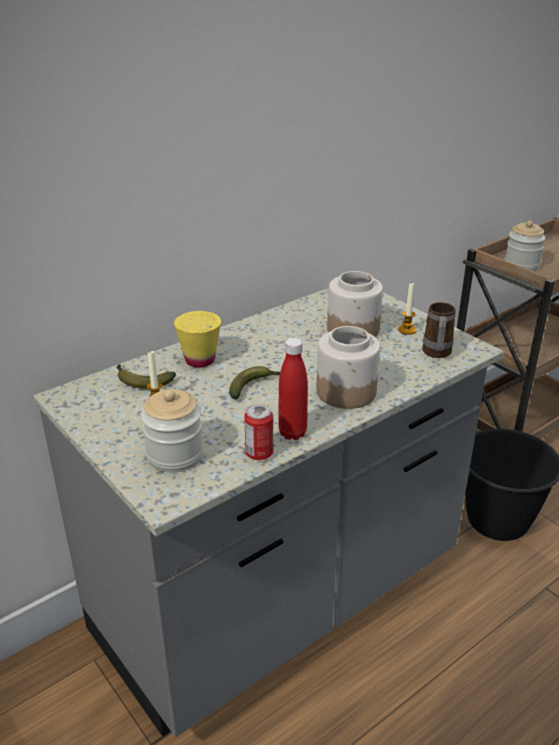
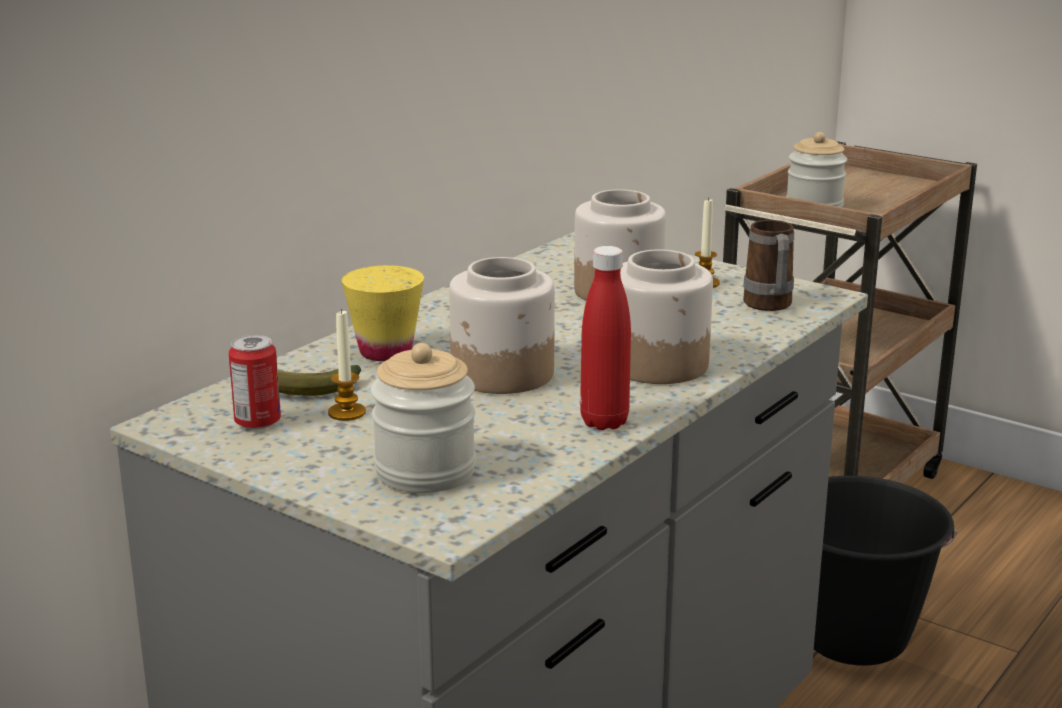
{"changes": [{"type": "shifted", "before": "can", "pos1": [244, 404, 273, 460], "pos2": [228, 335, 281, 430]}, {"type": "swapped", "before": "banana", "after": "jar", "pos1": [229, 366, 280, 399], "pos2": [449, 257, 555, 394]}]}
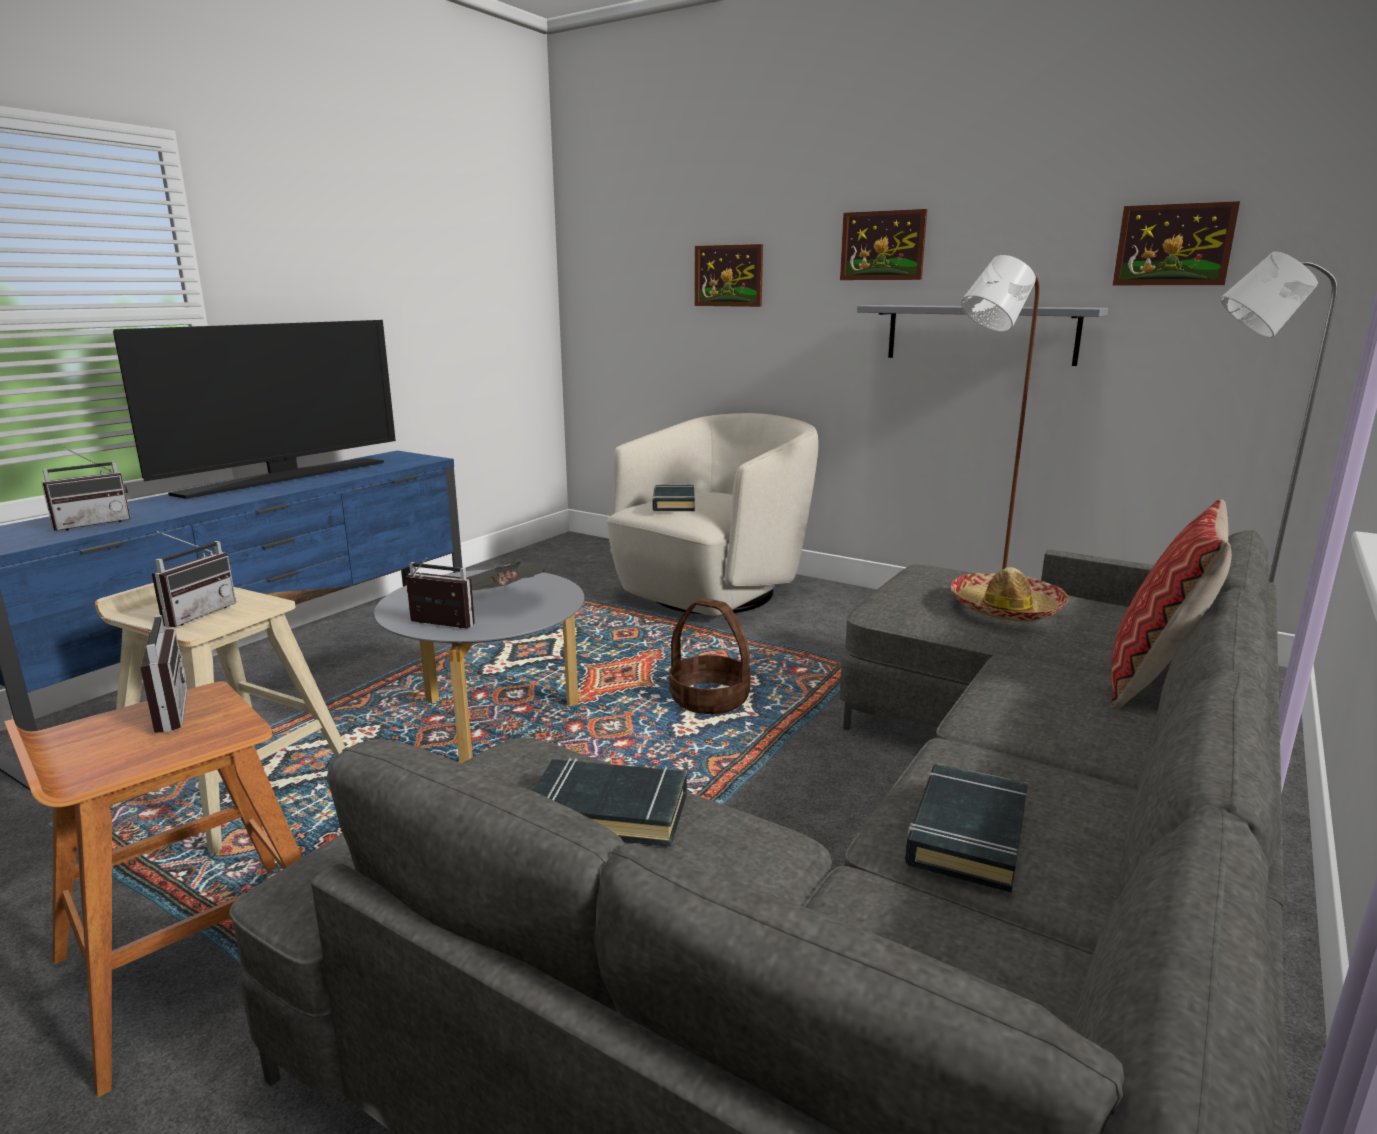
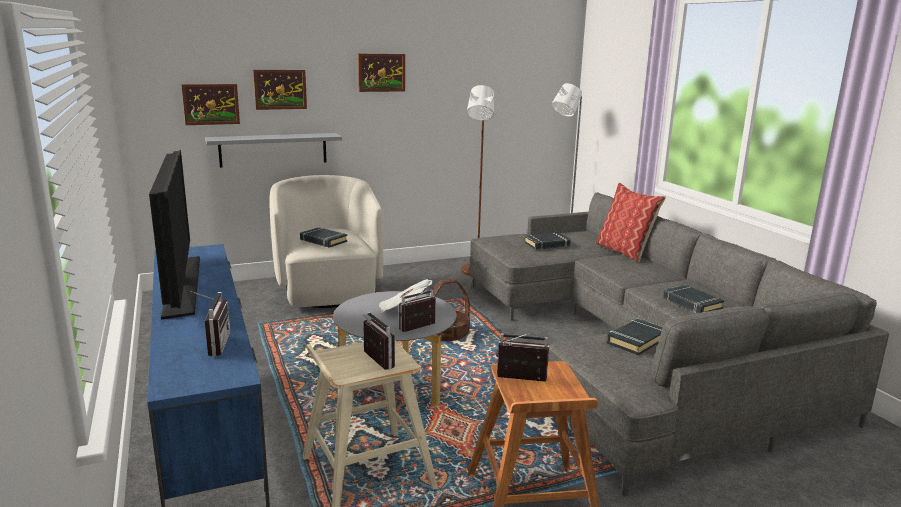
{"changes": [{"type": "shifted", "before": "picture", "pos1": [1113, 201, 1240, 285], "pos2": [181, 84, 240, 125]}, {"type": "shifted", "before": "shelf (grey)", "pos1": [857, 305, 1108, 366], "pos2": [205, 133, 342, 168]}, {"type": "swapped", "before": "hat", "after": "book (black)", "pos1": [951, 567, 1068, 621], "pos2": [524, 233, 571, 250]}]}
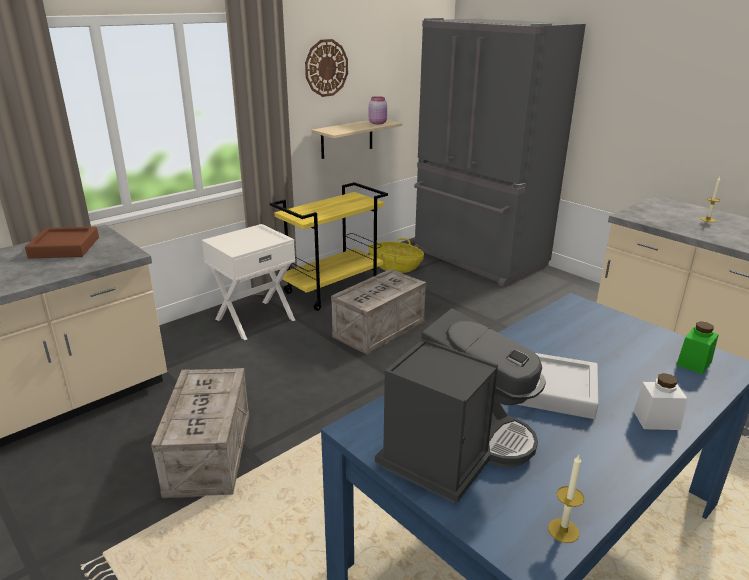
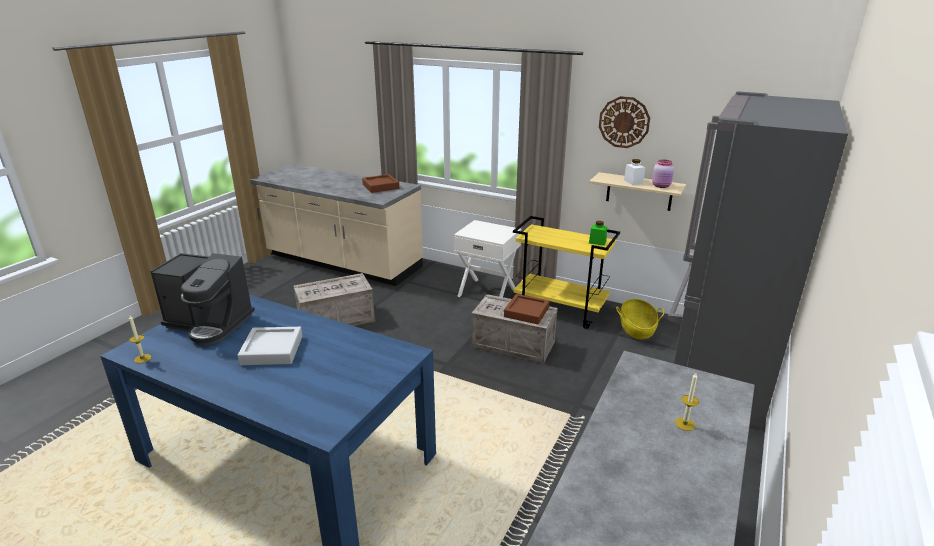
{"changes": [{"type": "new", "after": "tray (brown)", "pos2": [504, 294, 549, 324]}, {"type": "shifted", "before": "jar (green)", "pos1": [676, 321, 719, 375], "pos2": [589, 221, 607, 246]}, {"type": "shifted", "before": "jar (white)", "pos1": [634, 373, 688, 430], "pos2": [624, 159, 645, 185]}]}
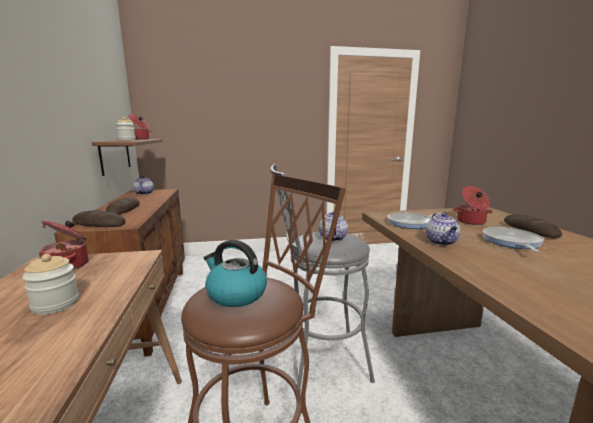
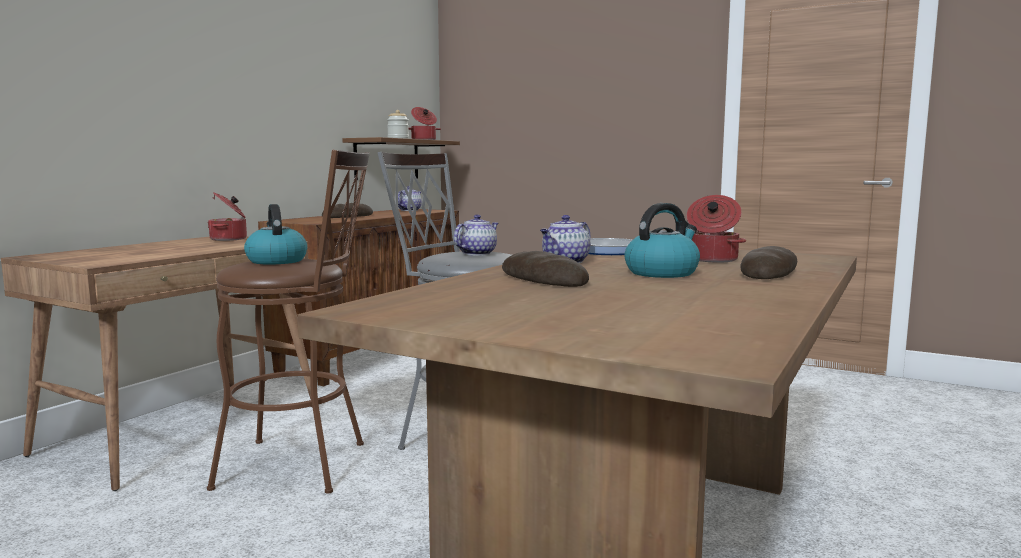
{"changes": [{"type": "shifted", "before": "bread", "pos1": [72, 210, 126, 227], "pos2": [502, 251, 589, 287]}, {"type": "swapped", "before": "frying pan", "after": "kettle", "pos1": [483, 227, 544, 252], "pos2": [624, 203, 700, 278]}, {"type": "gone", "before": "jar", "pos1": [22, 254, 79, 315]}]}
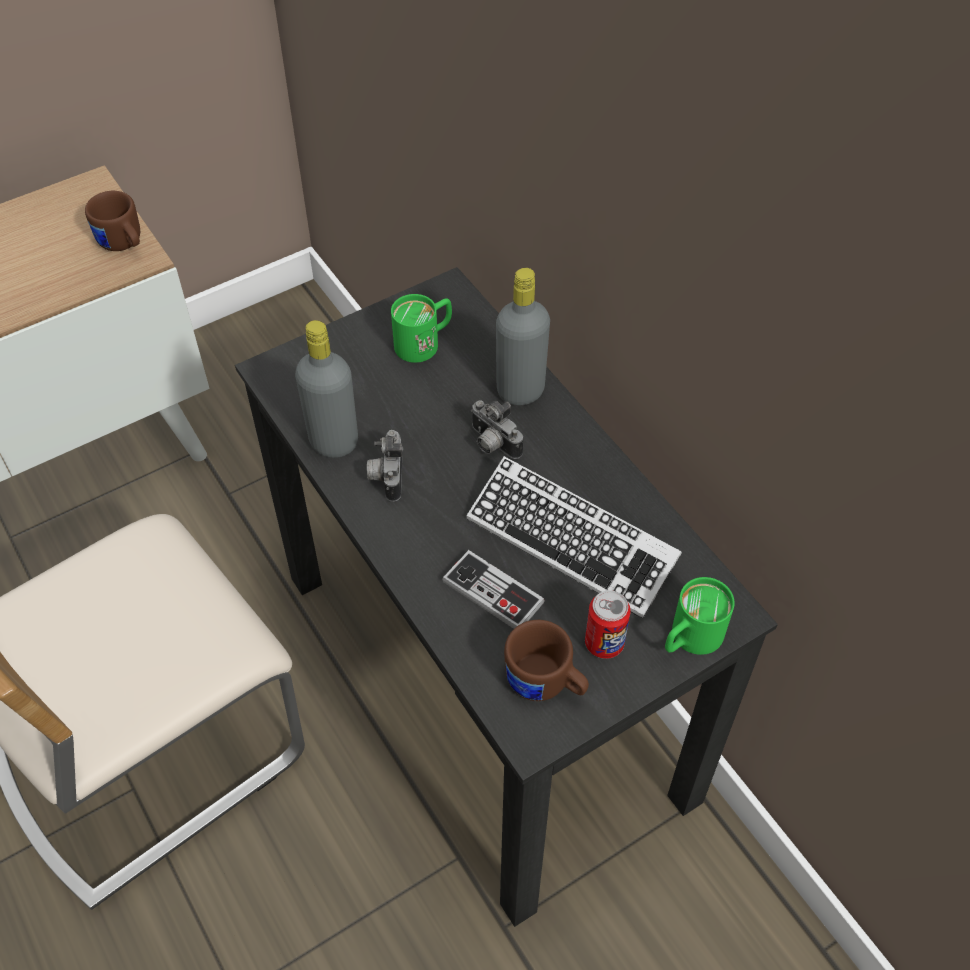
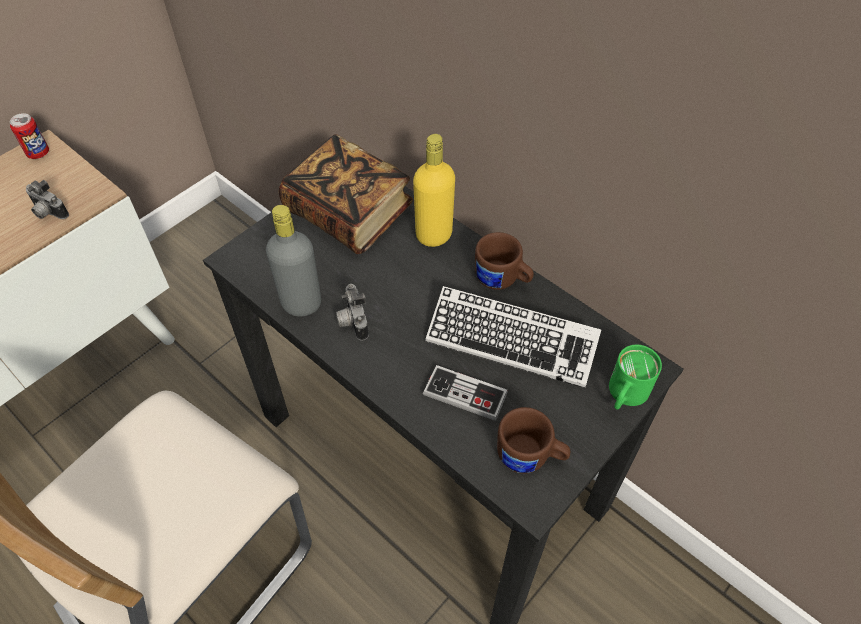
{"changes": [{"type": "shifted", "before": "can", "pos1": [585, 590, 631, 659], "pos2": [10, 113, 49, 159]}, {"type": "shifted", "before": "photo camera", "pos1": [471, 400, 523, 459], "pos2": [26, 180, 69, 219]}, {"type": "swapped", "before": "mug (green)", "after": "book", "pos1": [391, 294, 452, 363], "pos2": [279, 134, 413, 254]}, {"type": "repainted", "before": "bottle (grey)", "after": "bottle (yellow)", "pos1": [496, 268, 550, 405], "pos2": [413, 134, 455, 247]}, {"type": "shifted", "before": "mug (brown)", "pos1": [85, 191, 140, 251], "pos2": [475, 232, 534, 290]}]}
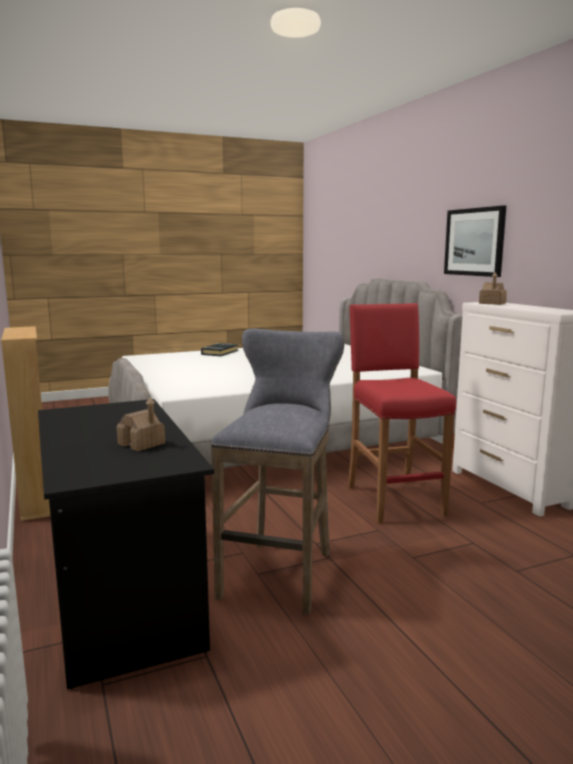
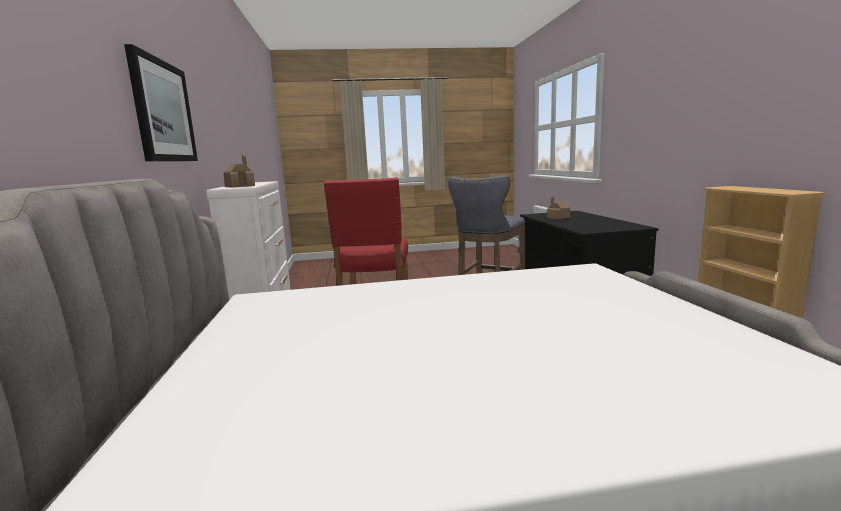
{"changes": [{"type": "gone", "before": "book (black)", "pos1": [201, 343, 238, 356]}]}
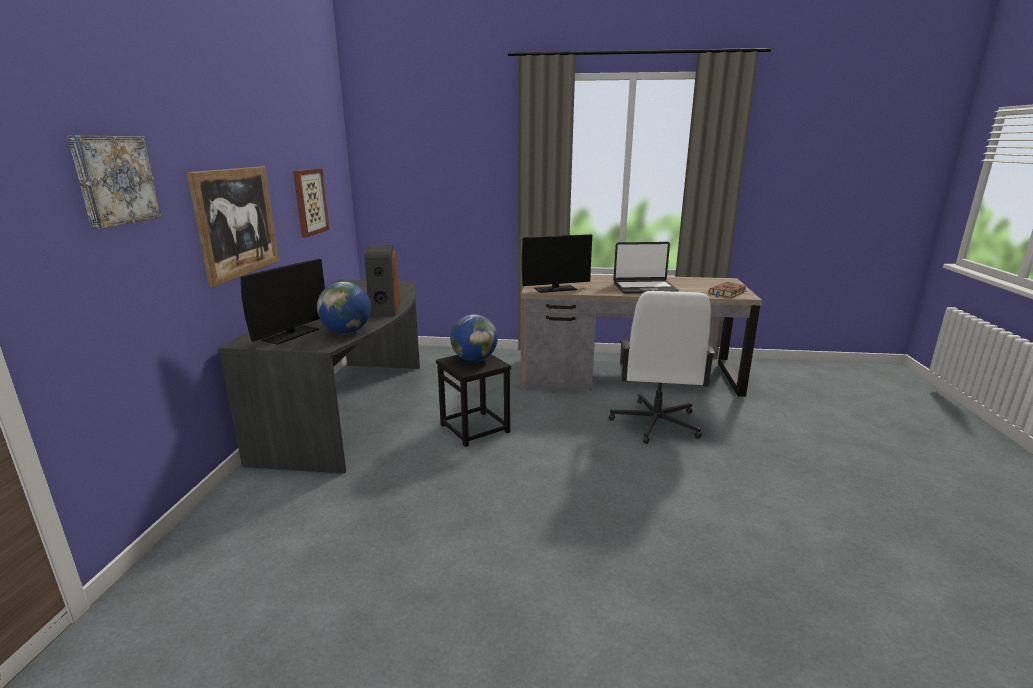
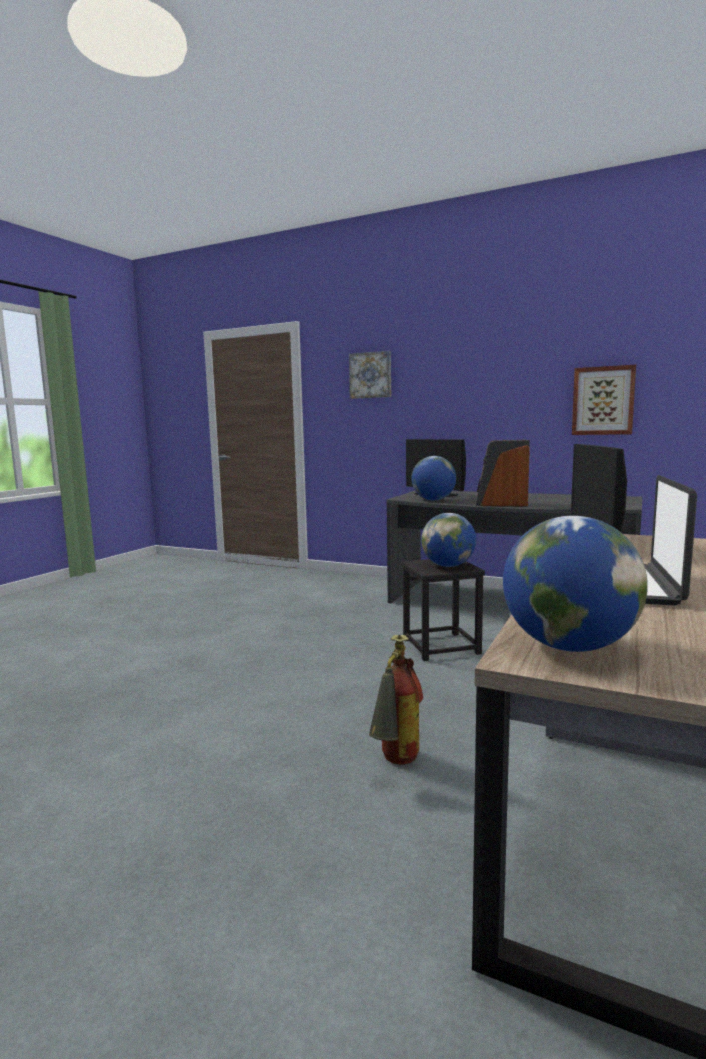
{"changes": [{"type": "swapped", "before": "office chair (white)", "after": "fire extinguisher", "pos1": [609, 291, 715, 444], "pos2": [369, 635, 423, 765]}, {"type": "swapped", "before": "book (brown)", "after": "globe", "pos1": [709, 282, 747, 298], "pos2": [503, 516, 648, 652]}, {"type": "gone", "before": "picture", "pos1": [187, 166, 279, 287]}]}
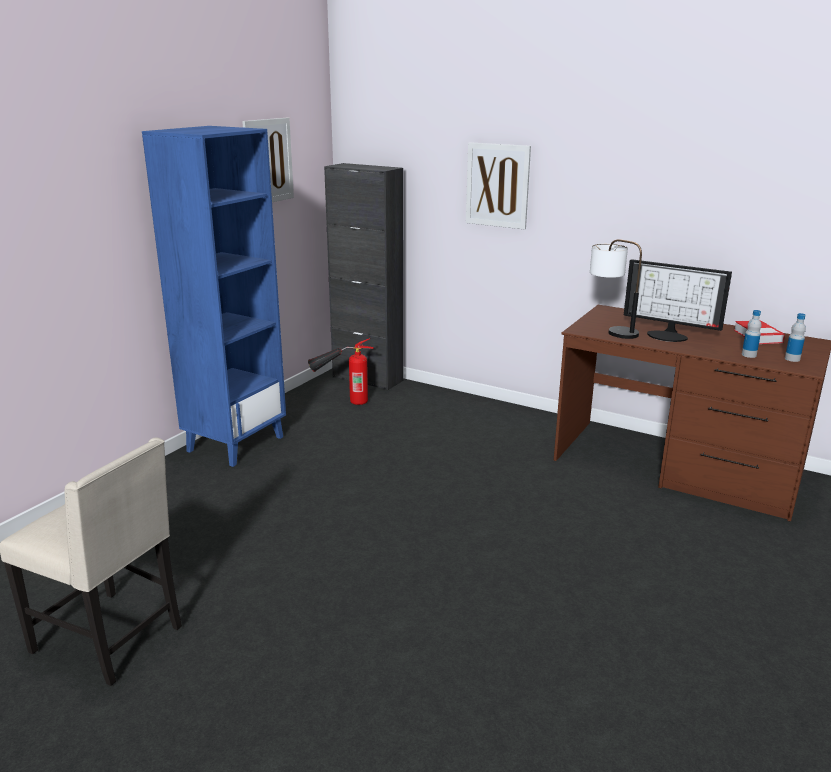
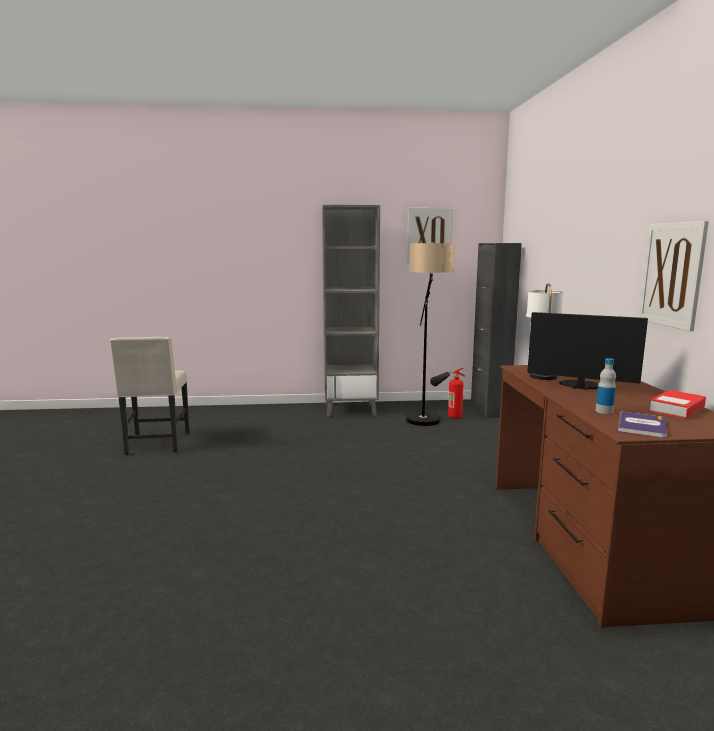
{"changes": [{"type": "repainted", "before": "bookcase (blue)", "after": "bookcase (grey)", "pos1": [142, 126, 286, 467], "pos2": [322, 205, 380, 417]}, {"type": "new", "after": "floor lamp", "pos2": [406, 242, 455, 426]}, {"type": "rotated", "before": "monitor", "pos1": [624, 259, 732, 342], "pos2": [527, 312, 648, 390], "turn": 120}, {"type": "swapped", "before": "bottle", "after": "book", "pos1": [785, 313, 806, 362], "pos2": [618, 411, 667, 437]}, {"type": "shifted", "before": "picture", "pos1": [466, 142, 531, 230], "pos2": [638, 221, 709, 331]}]}
